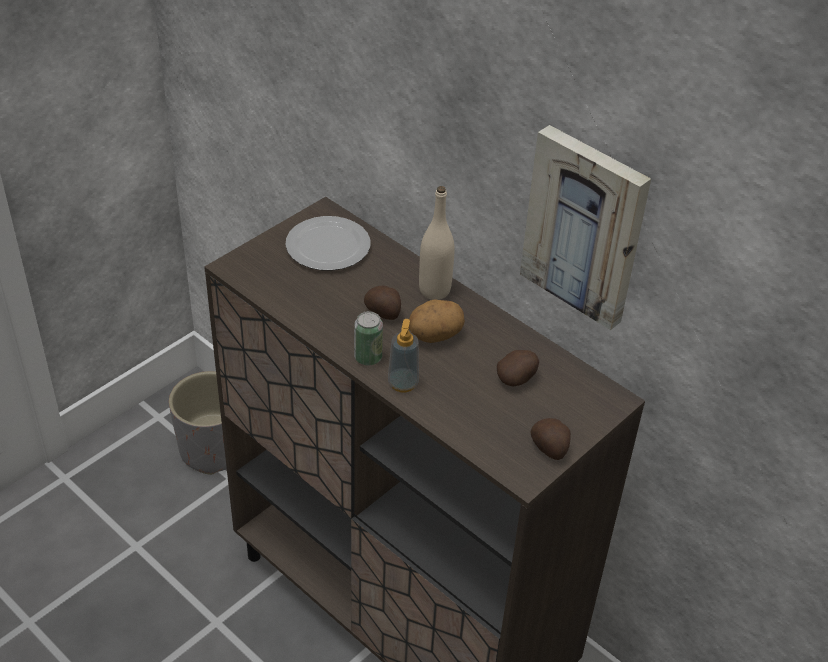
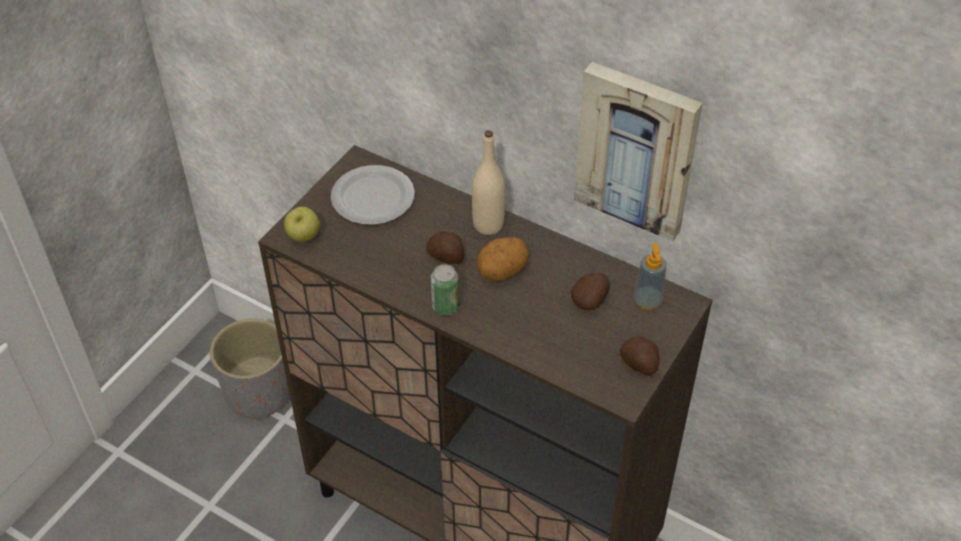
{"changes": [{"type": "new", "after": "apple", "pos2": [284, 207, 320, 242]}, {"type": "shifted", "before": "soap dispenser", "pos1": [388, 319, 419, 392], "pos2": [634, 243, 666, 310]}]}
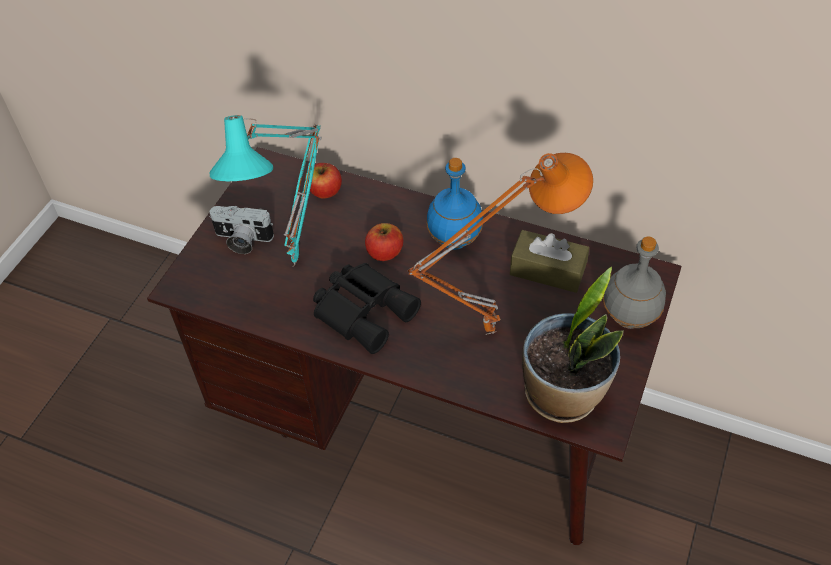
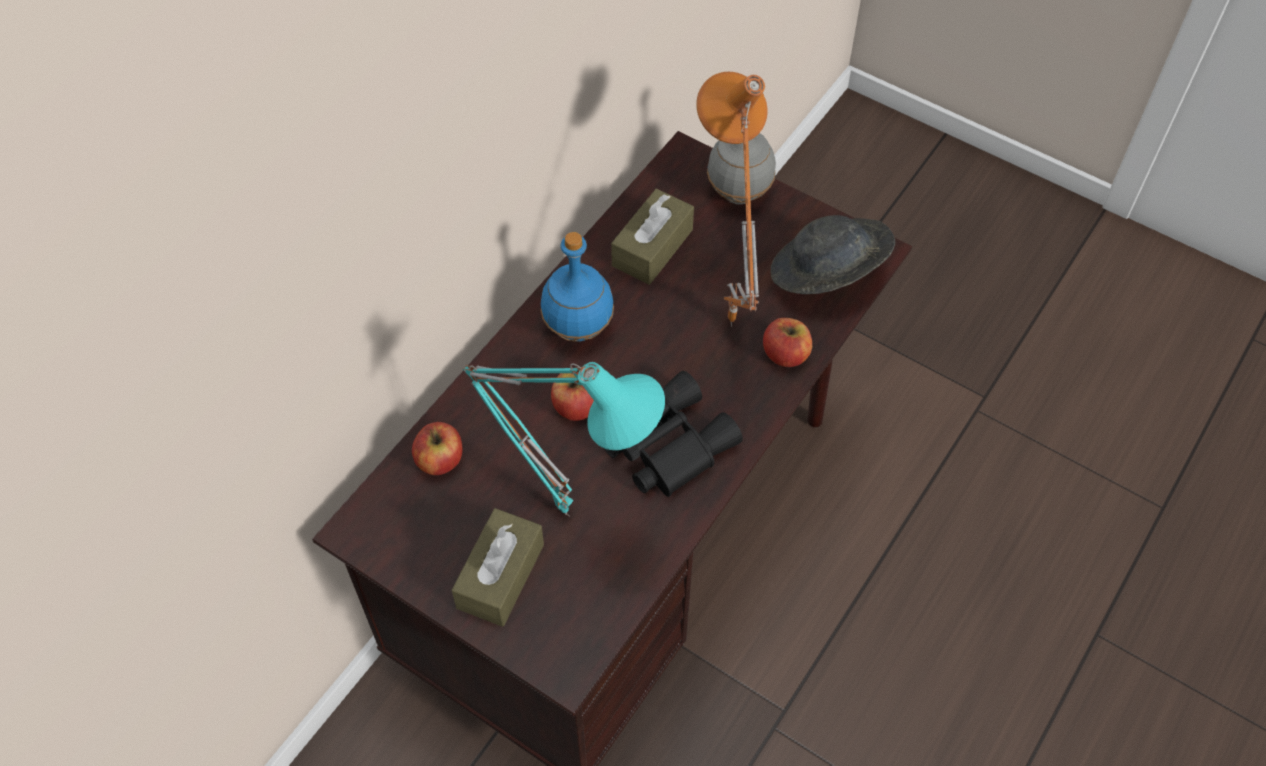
{"changes": [{"type": "swapped", "before": "photo camera", "after": "tissue box (brown)", "pos1": [209, 206, 274, 254], "pos2": [452, 508, 544, 627]}, {"type": "new", "after": "apple", "pos2": [763, 318, 812, 367]}, {"type": "swapped", "before": "potted plant", "after": "hat (grey)", "pos1": [522, 267, 624, 423], "pos2": [771, 215, 895, 294]}]}
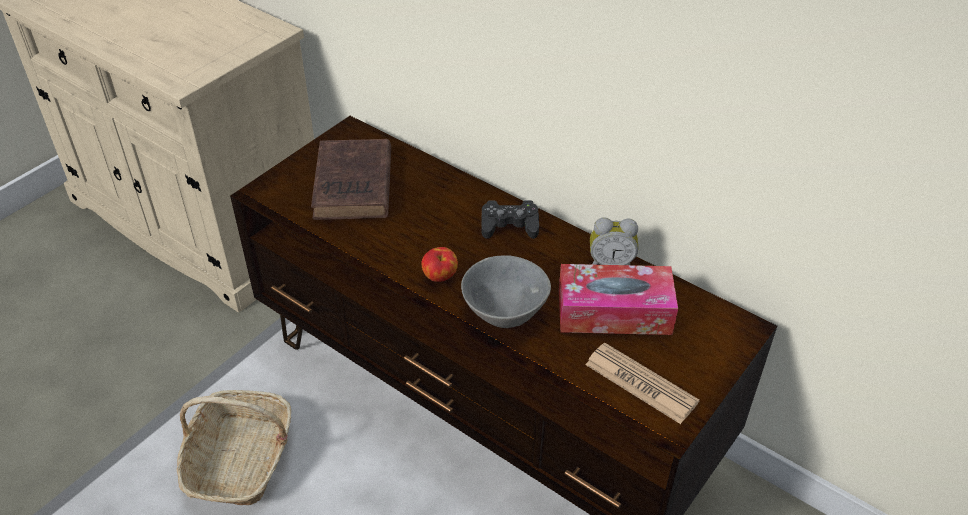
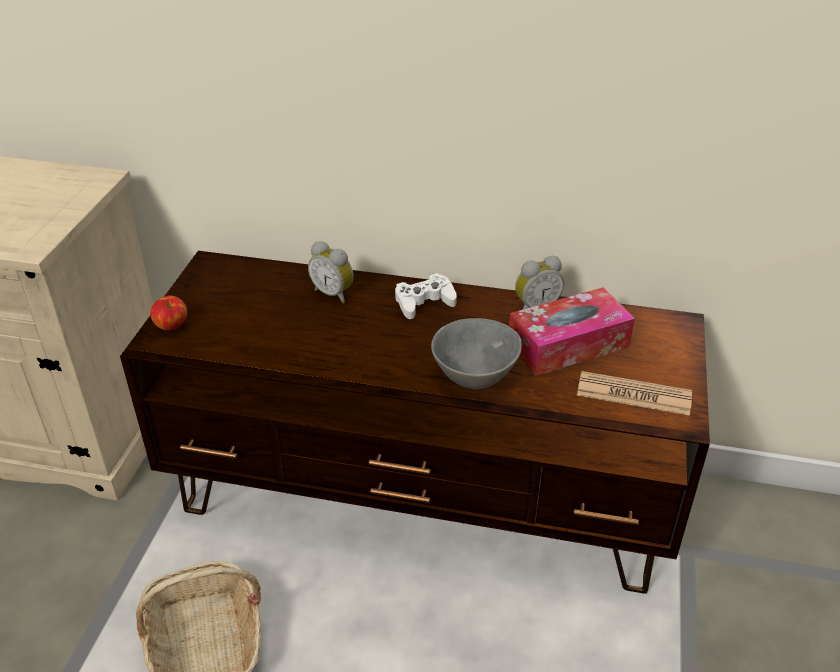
{"changes": [{"type": "shifted", "before": "apple", "pos1": [421, 247, 458, 282], "pos2": [150, 295, 187, 331]}, {"type": "new", "after": "alarm clock", "pos2": [308, 241, 354, 303]}, {"type": "repainted", "before": "game controller (black)", "after": "game controller (white)", "pos1": [481, 200, 539, 239], "pos2": [395, 273, 457, 319]}, {"type": "gone", "before": "book (brown)", "pos1": [311, 139, 391, 220]}]}
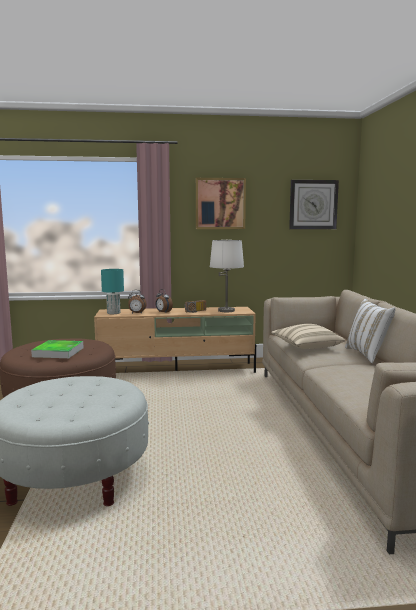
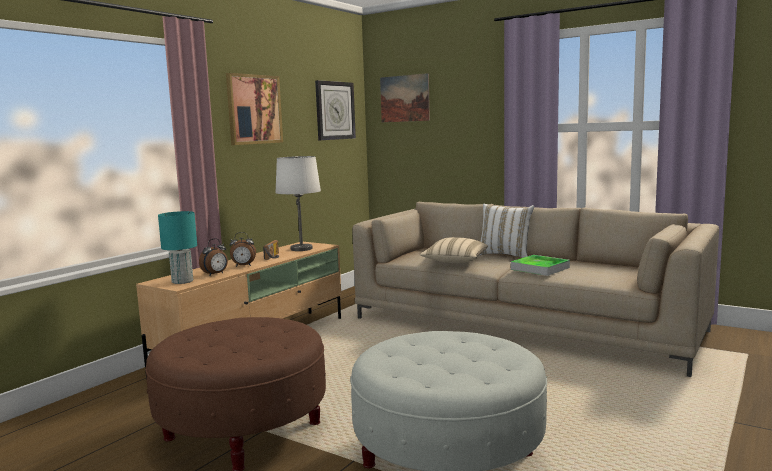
{"changes": [{"type": "new", "after": "picture", "pos2": [380, 73, 430, 122]}, {"type": "shifted", "before": "tray", "pos1": [31, 340, 83, 358], "pos2": [511, 255, 570, 276]}]}
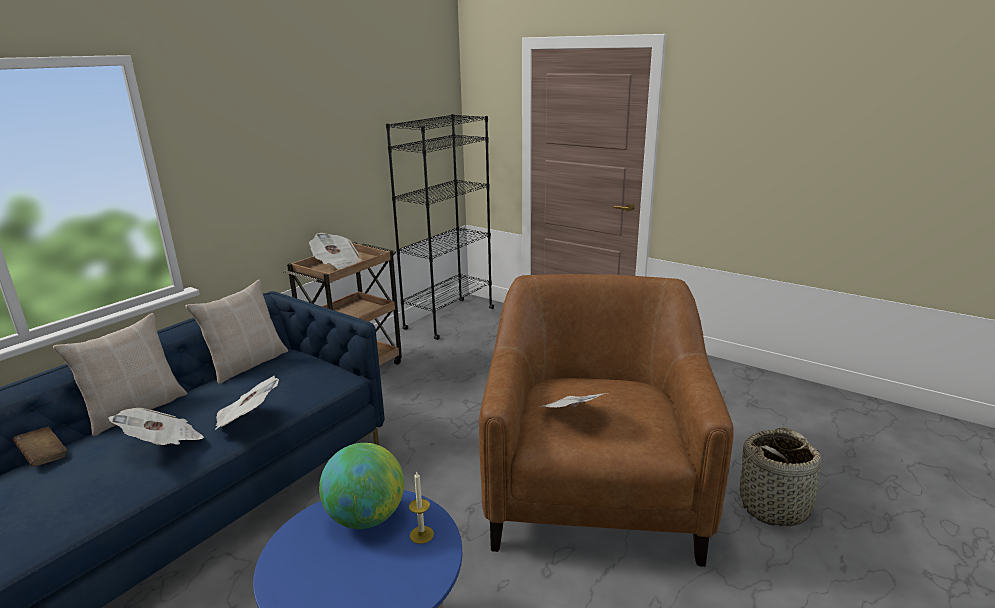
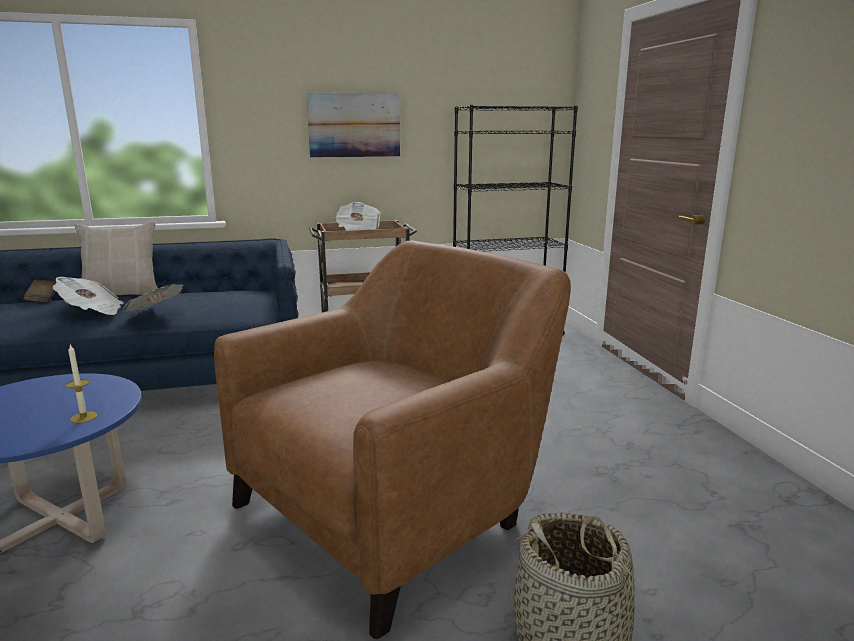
{"changes": [{"type": "new", "after": "picture", "pos2": [307, 93, 400, 158]}, {"type": "gone", "before": "pillow (beige)", "pos1": [186, 279, 288, 384]}, {"type": "gone", "before": "globe", "pos1": [319, 443, 404, 529]}, {"type": "gone", "before": "newspaper", "pos1": [541, 393, 608, 407]}]}
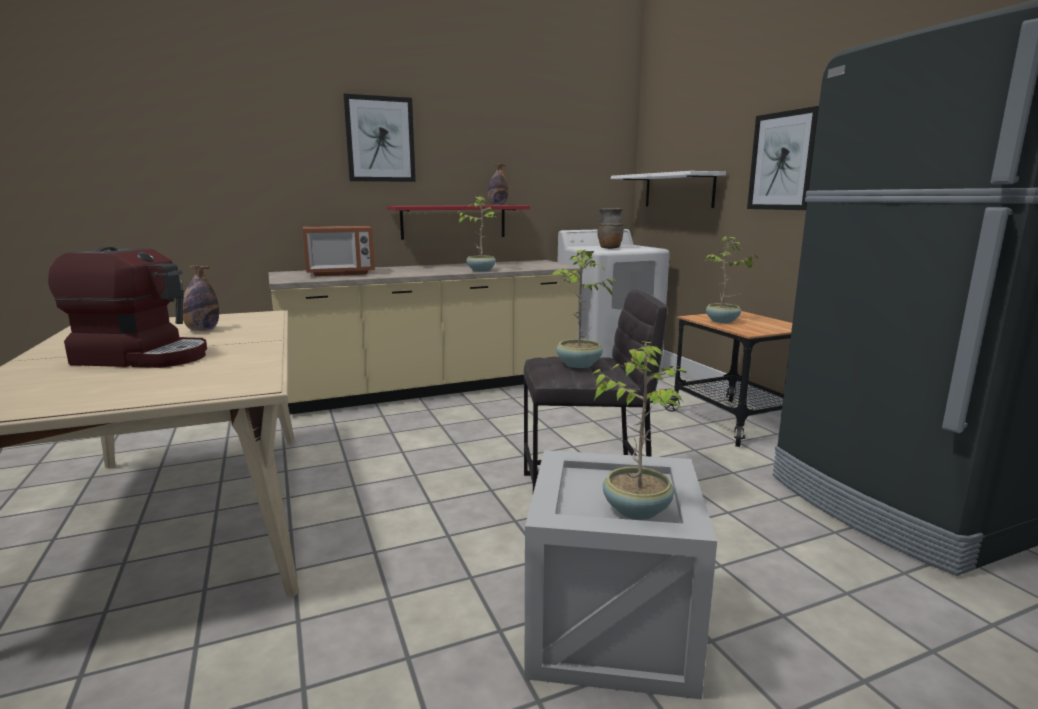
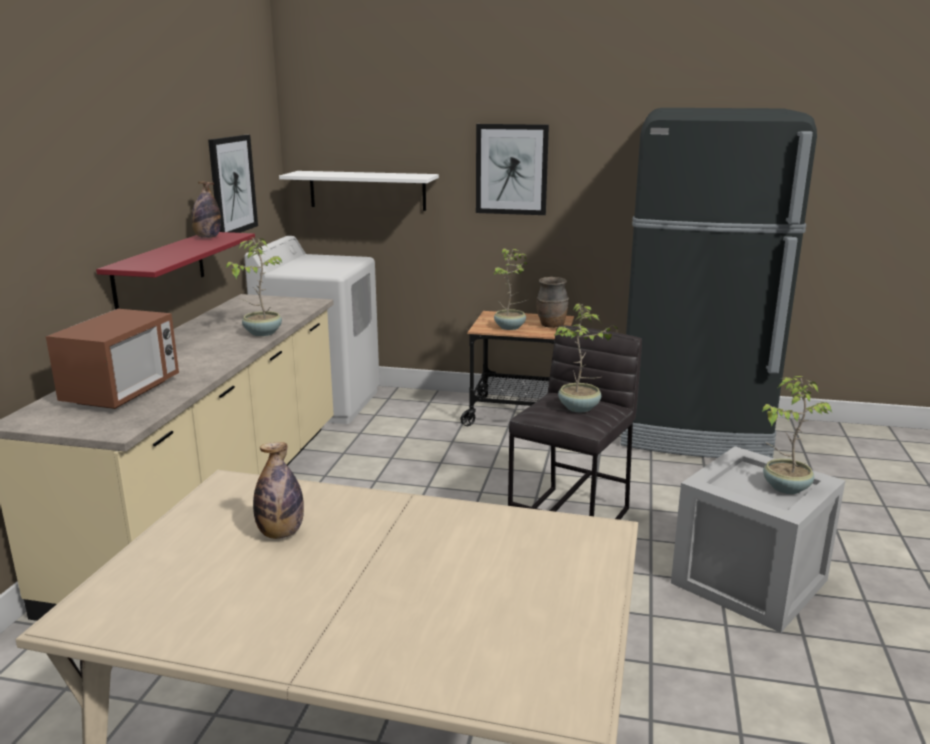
{"changes": [{"type": "shifted", "before": "picture", "pos1": [343, 94, 416, 182], "pos2": [208, 135, 258, 233]}, {"type": "shifted", "before": "vase (brown)", "pos1": [597, 208, 624, 249], "pos2": [536, 277, 569, 328]}, {"type": "gone", "before": "coffee machine", "pos1": [48, 247, 207, 368]}]}
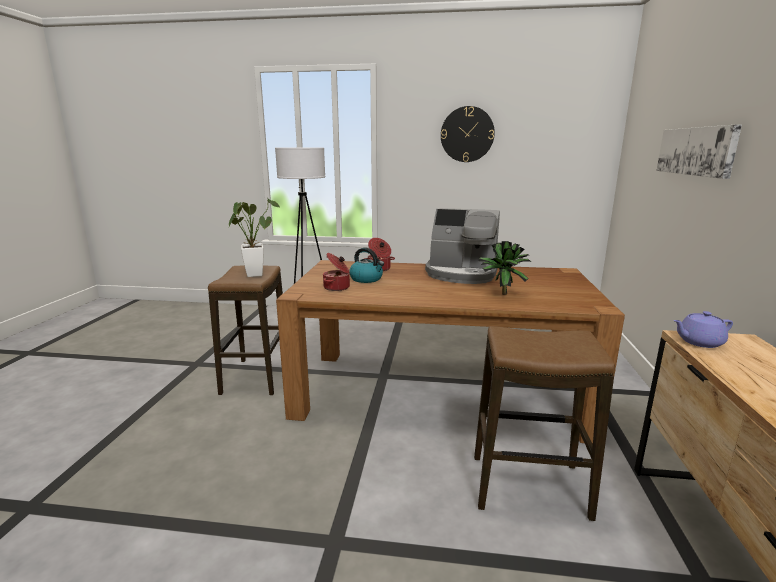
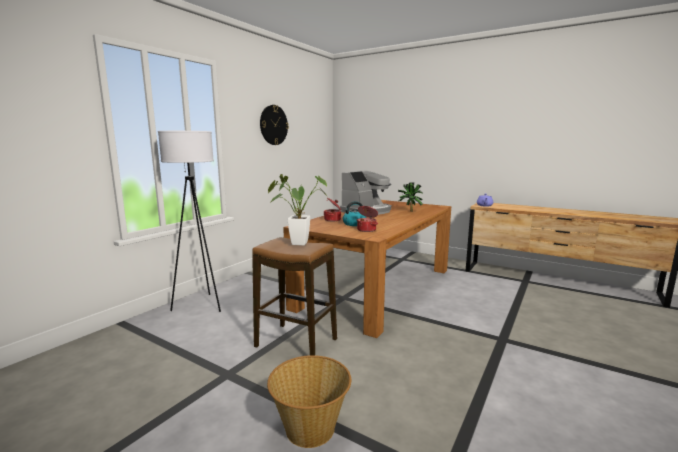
{"changes": [{"type": "new", "after": "basket", "pos2": [267, 355, 351, 448]}, {"type": "gone", "before": "stool", "pos1": [474, 326, 615, 521]}, {"type": "gone", "before": "picture", "pos1": [656, 125, 742, 179]}]}
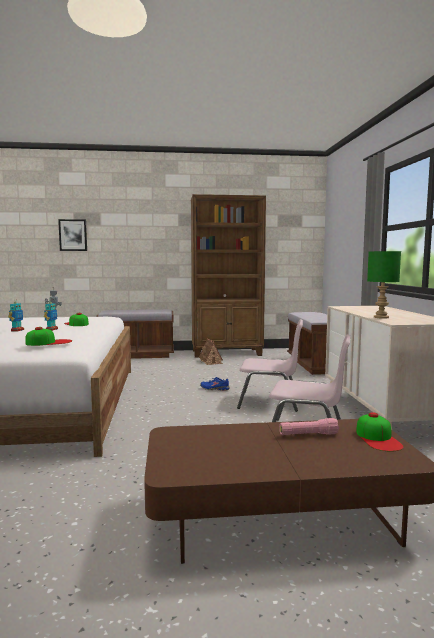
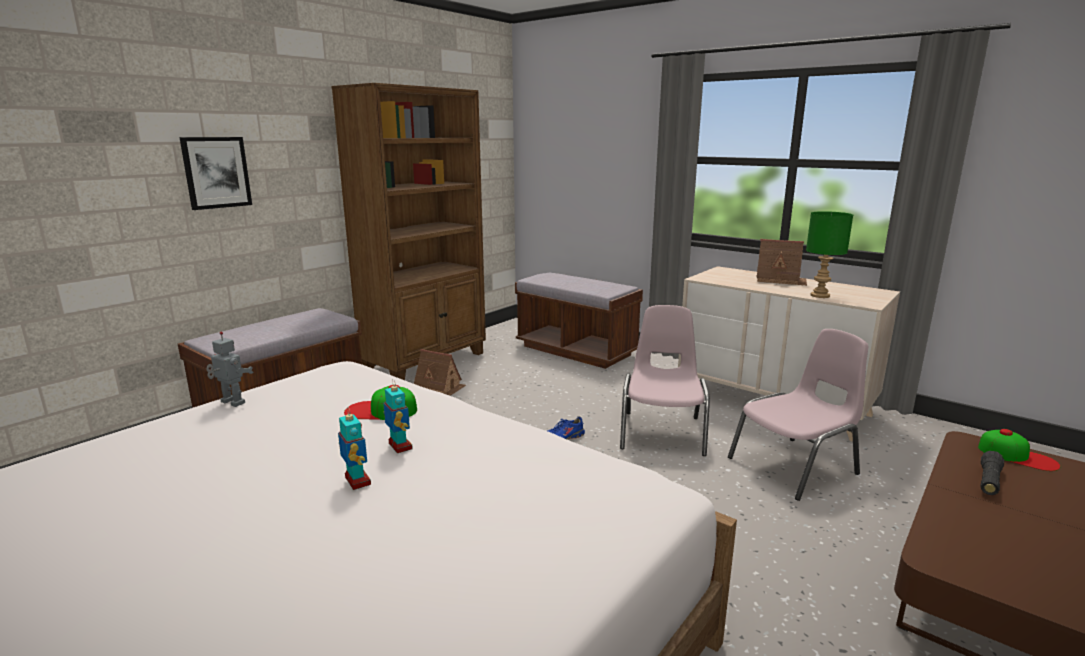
{"changes": [{"type": "shifted", "before": "picture", "pos1": [58, 219, 87, 251], "pos2": [179, 137, 252, 210]}, {"type": "rotated", "before": "chair (pink)", "pos1": [237, 319, 303, 412], "pos2": [620, 305, 710, 456], "turn": -45}, {"type": "new", "after": "toy house", "pos2": [756, 239, 807, 286]}, {"type": "repainted", "before": "flashlight (pink)", "after": "flashlight (black)", "pos1": [279, 418, 339, 435], "pos2": [981, 451, 1004, 495]}, {"type": "gone", "before": "cap", "pos1": [25, 327, 72, 346]}]}
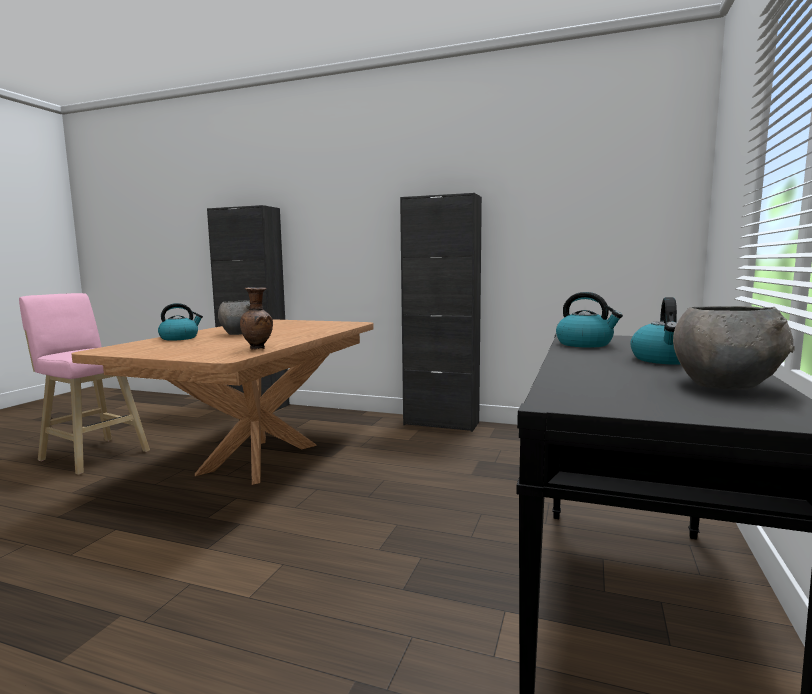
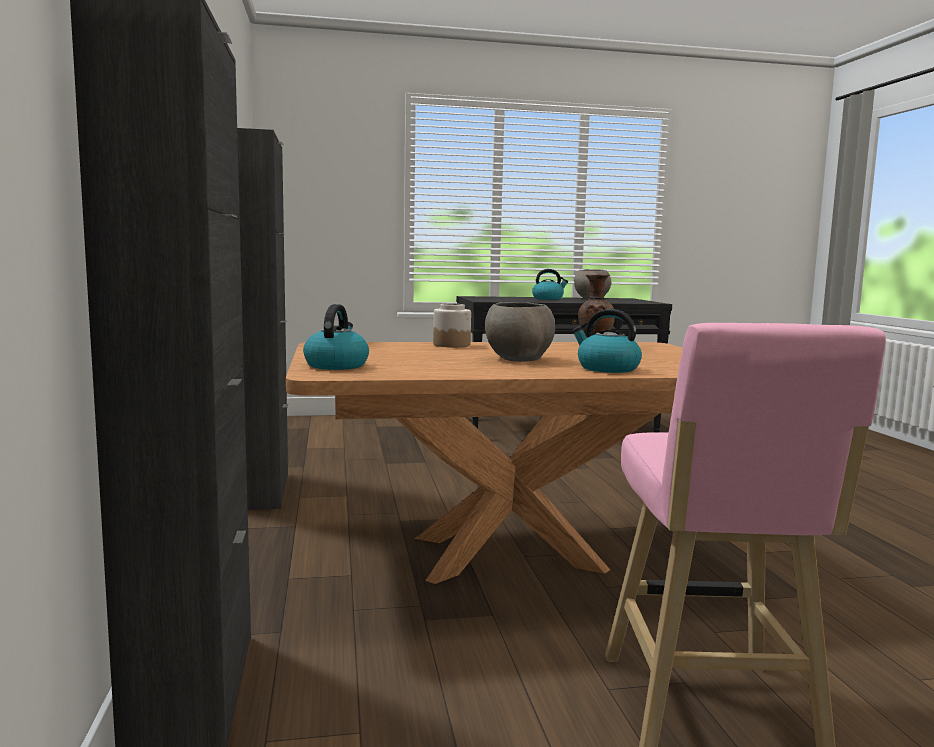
{"changes": [{"type": "shifted", "before": "kettle", "pos1": [556, 292, 623, 348], "pos2": [303, 304, 369, 370]}, {"type": "new", "after": "jar", "pos2": [433, 304, 471, 347]}]}
